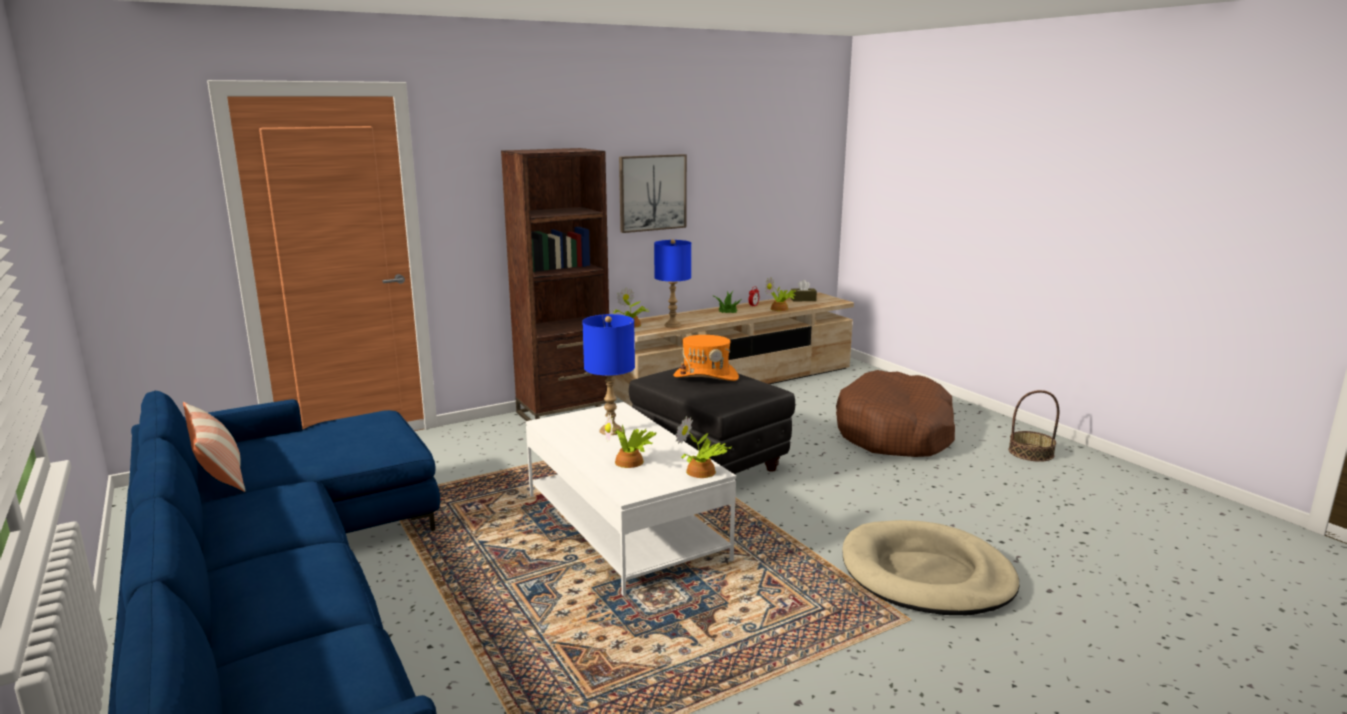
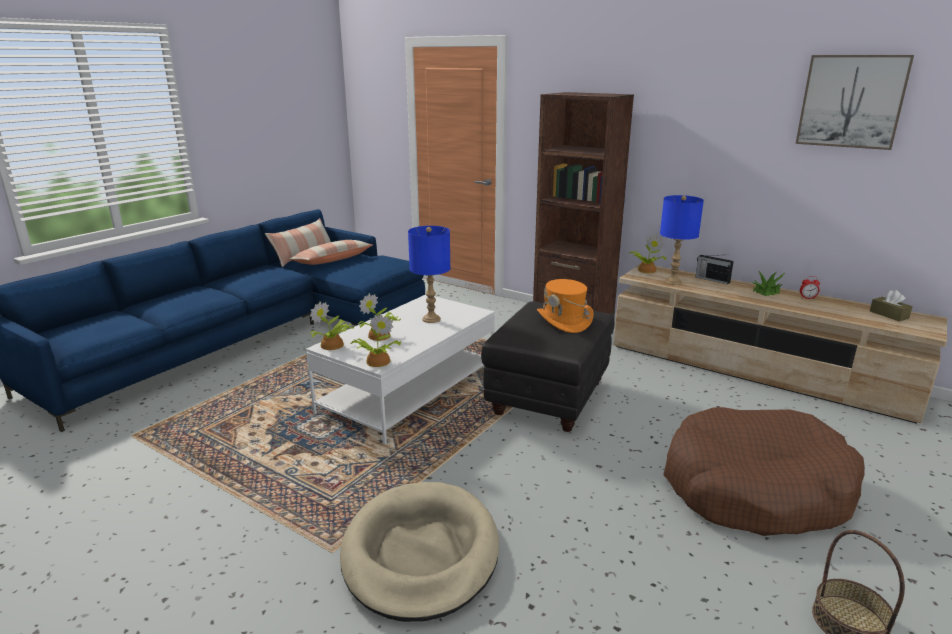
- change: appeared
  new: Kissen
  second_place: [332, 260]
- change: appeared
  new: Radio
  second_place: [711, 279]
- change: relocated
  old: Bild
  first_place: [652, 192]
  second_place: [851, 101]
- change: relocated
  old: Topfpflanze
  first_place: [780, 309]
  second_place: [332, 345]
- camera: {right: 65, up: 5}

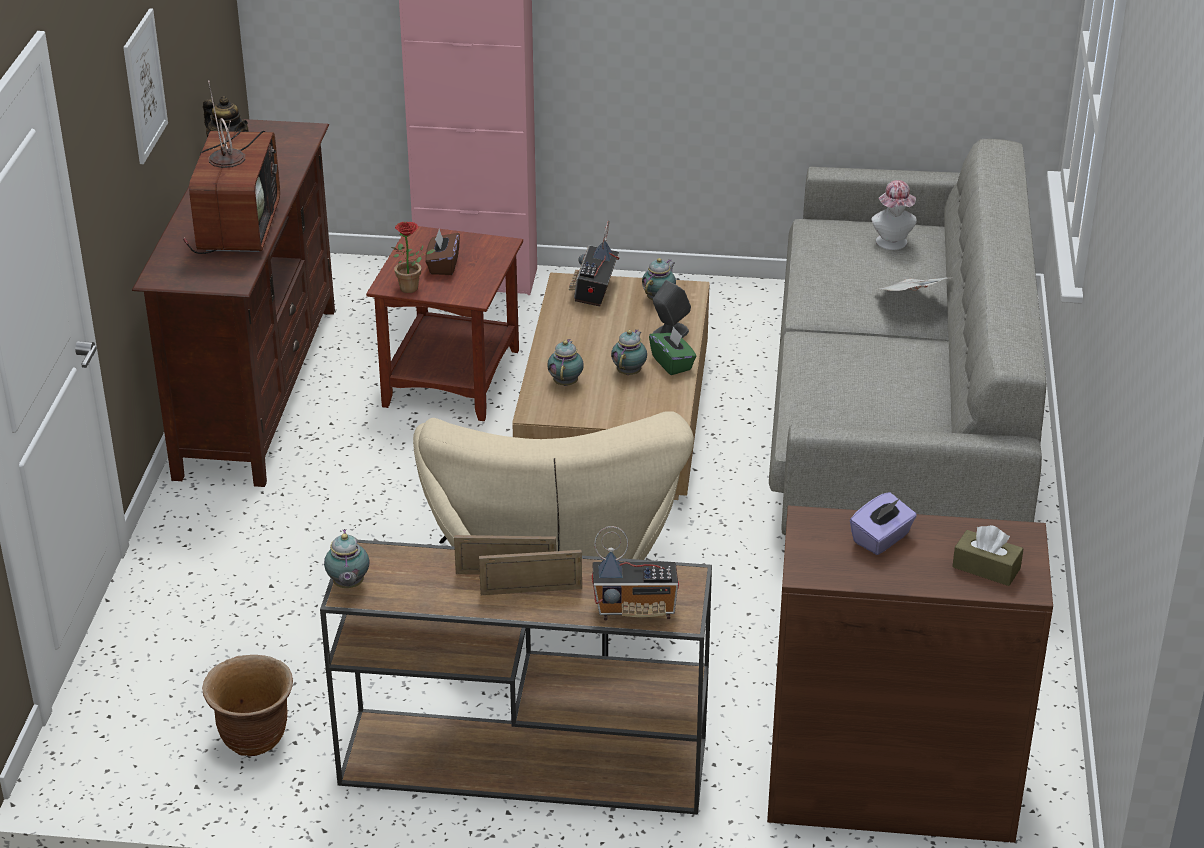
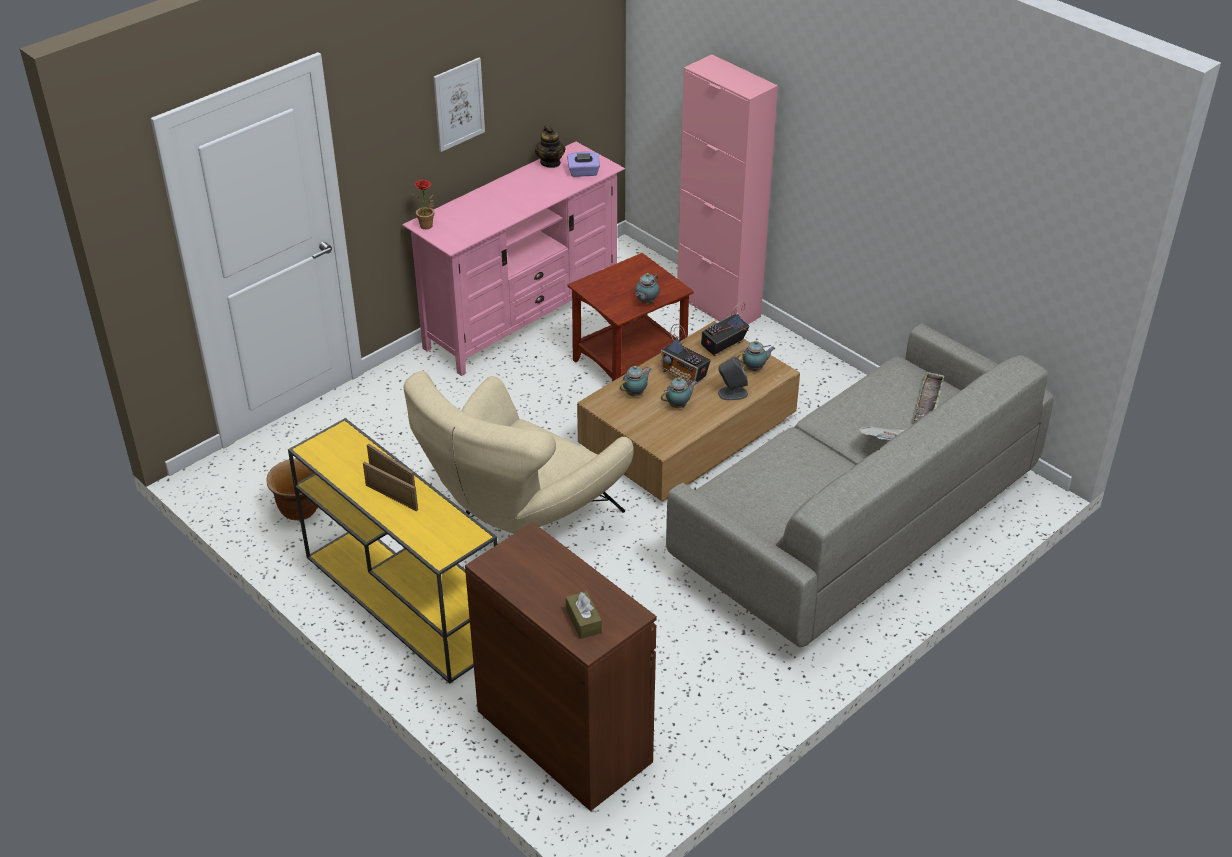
- change: missing
  old: Fernseher
  first_place: [236, 227]
- change: missing
  old: Taschentuchbox (braun)
  first_place: [443, 265]
- change: missing
  old: Taschentuchbox (grün)
  first_place: [672, 363]
- change: relocated
  old: Teekanne
  first_place: [348, 585]
  second_place: [646, 302]
- change: relocated
  old: Topfpflanze
  first_place: [413, 288]
  second_place: [428, 227]
- change: relocated
  old: Radio
  first_place: [636, 609]
  second_place: [684, 375]
- change: relocated
  old: Taschentuchbox (lila)
  first_place: [881, 539]
  second_place: [583, 173]
- change: exchanged
  old: Hut
  new: Tablett
  first_place: [892, 244]
  second_place: [928, 402]
- change: colour
  old: Fernsehschrank (braun)
  new: Fernsehschrank (rosa)
  first_place: [256, 390]
  second_place: [521, 317]
- change: colour
  old: Konsolentisch (braun)
  new: Konsolentisch (gelb)
  first_place: [520, 762]
  second_place: [401, 599]
- camera: {right: 40, up: 5}

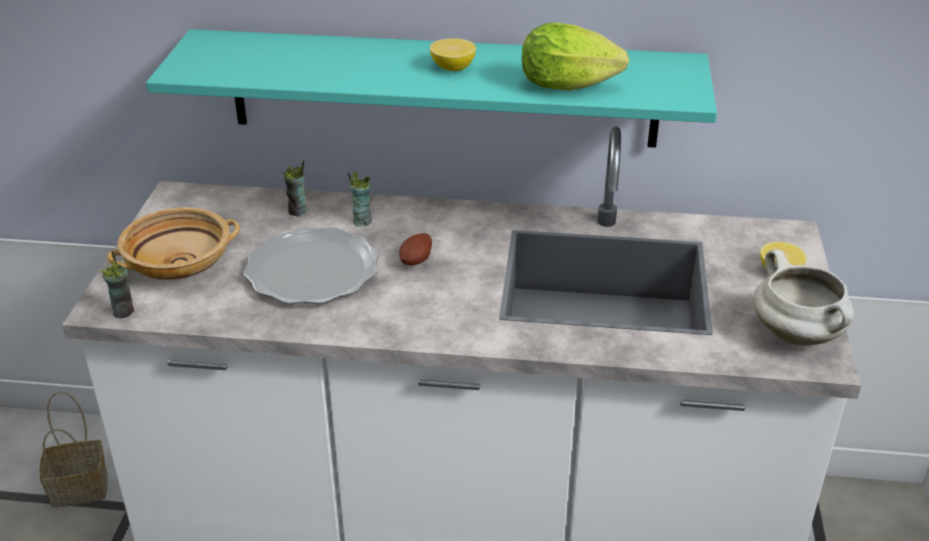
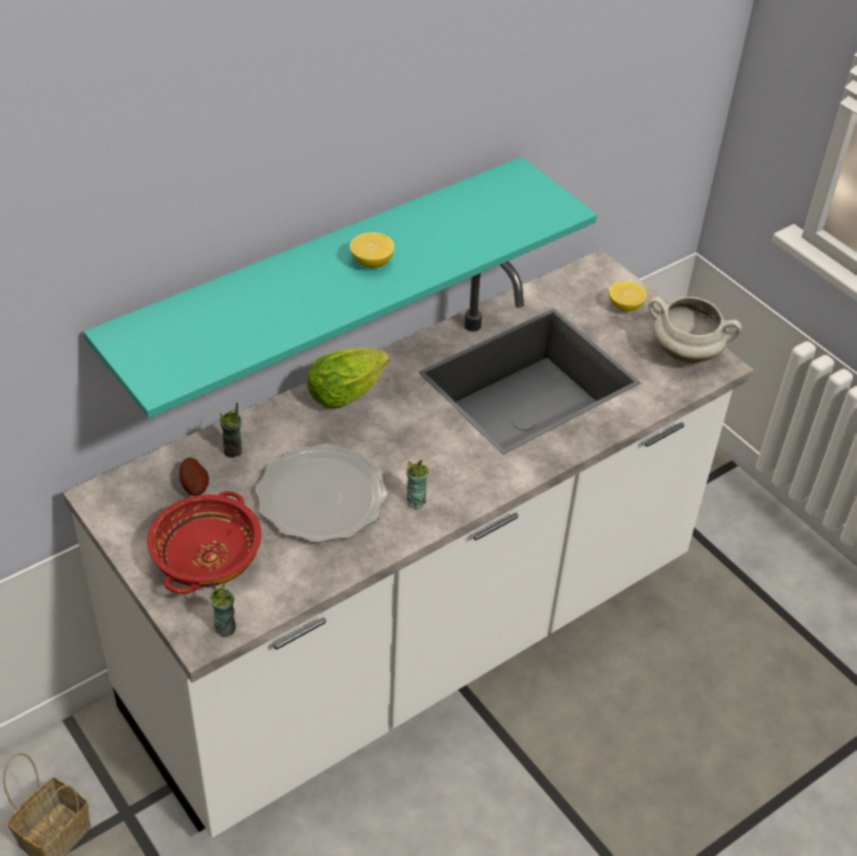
- change: relocated
  old: Tasse
  first_place: [362, 221]
  second_place: [415, 501]
- change: relocated
  old: Kartoffel
  first_place: [417, 261]
  second_place: [195, 486]
- change: relocated
  old: Salatkopf
  first_place: [573, 87]
  second_place: [349, 392]
- change: colour
  old: Schüssel (beige)
  new: Schüssel (rot)
  first_place: [180, 264]
  second_place: [207, 558]
- camera: {right: -45, up: 10}

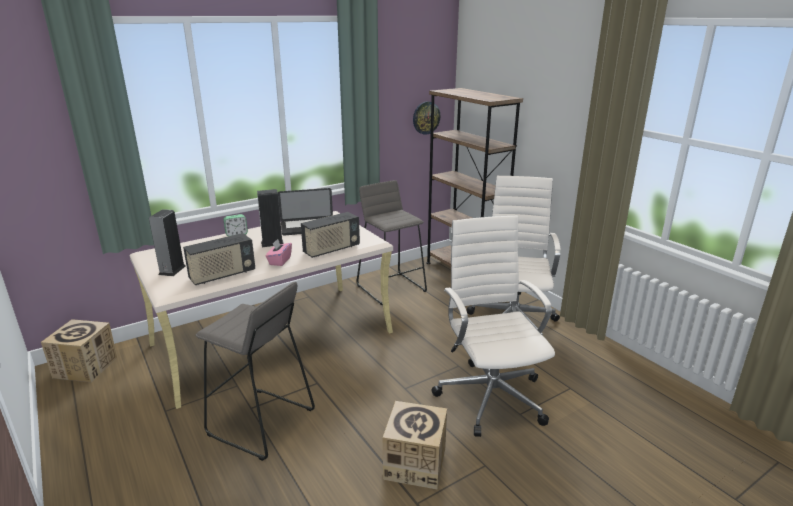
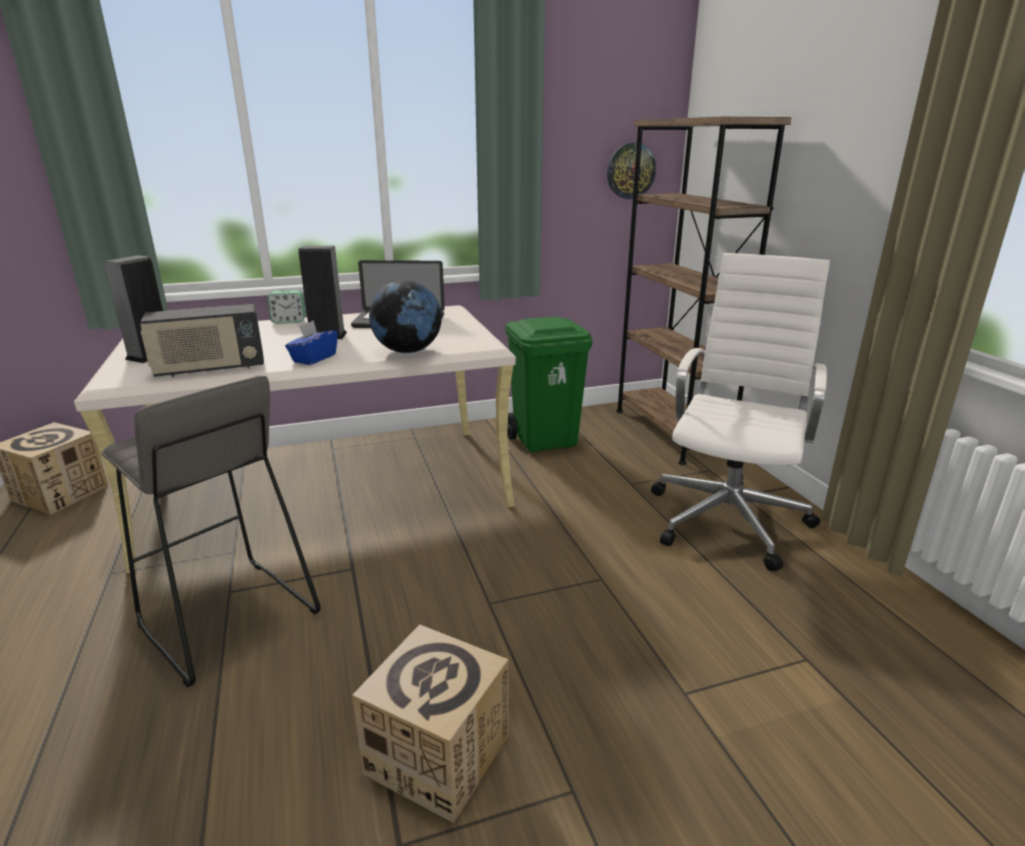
- change: missing
  old: Bürostuhl (weiß)
  first_place: [490, 395]
- change: exchanged
  old: Radio
  new: Globus
  first_place: [331, 249]
  second_place: [407, 351]
- change: exchanged
  old: Hocker (grau)
  new: Mülleimer (grün)
  first_place: [392, 288]
  second_place: [545, 440]
- change: colour
  old: Taschentuchbox (rosa)
  new: Taschentuchbox (blau)
  first_place: [279, 261]
  second_place: [314, 358]
- camera: {right: 15, up: 0}

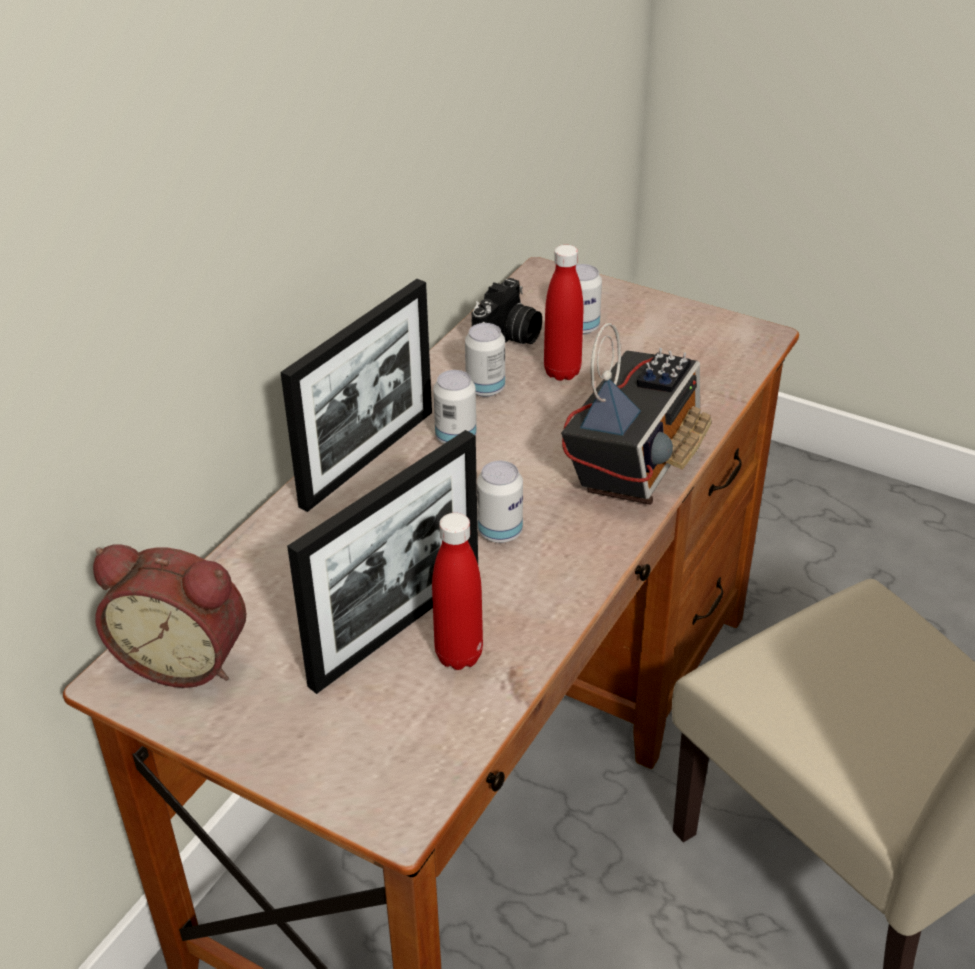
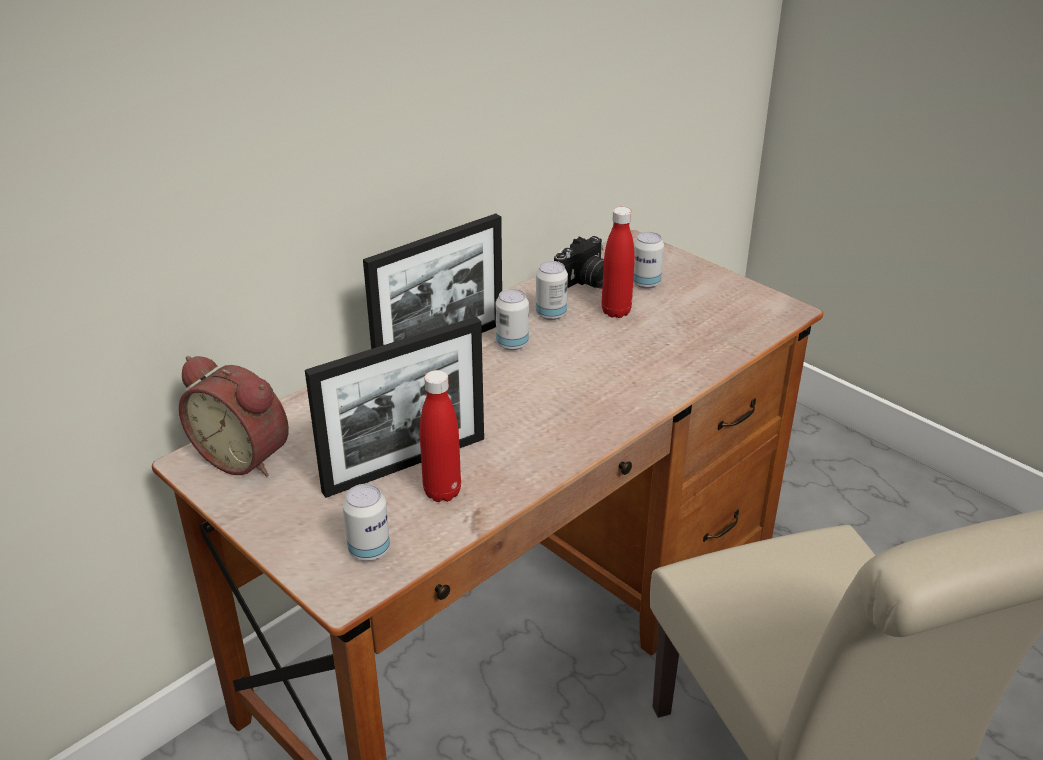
- change: missing
  old: Radio
  first_place: [635, 463]
- change: relocated
  old: Dose
  first_place: [500, 532]
  second_place: [369, 550]
- camera: {right: 15, up: -5}

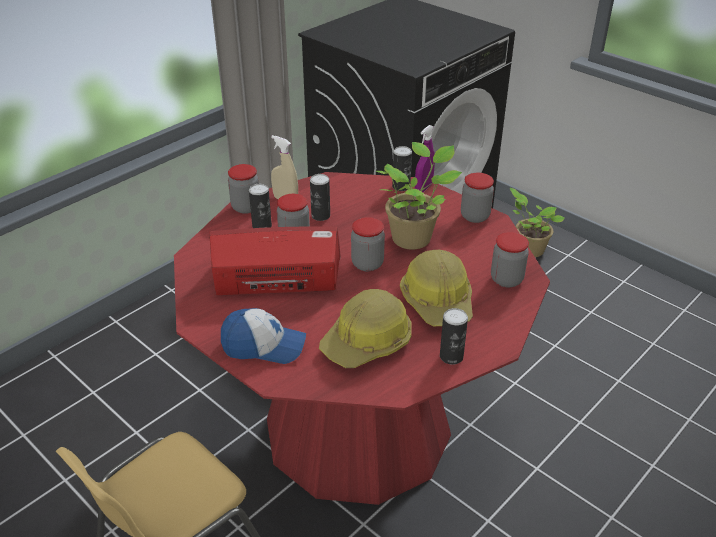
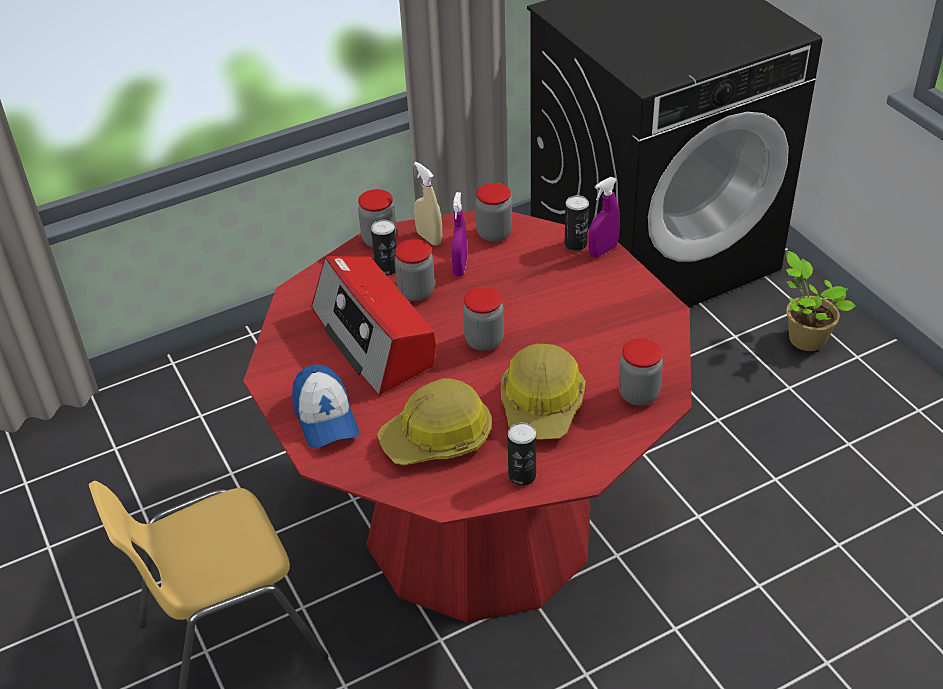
- change: missing
  old: Topfpflanze
  first_place: [413, 237]
- change: relocated
  old: Vorratsglas
  first_place: [475, 216]
  second_place: [494, 234]
- change: exchanged
  old: Dose
  new: Sprühflasche (lila)
  first_place: [320, 216]
  second_place: [460, 267]
- change: spun
  old: Radio
  first_place: [276, 278]
  second_place: [374, 338]
  degrees: -135
- change: spun
  old: Kappe
  first_place: [264, 346]
  second_place: [325, 418]
  degrees: 45
- camera: {right: 20, up: 5}

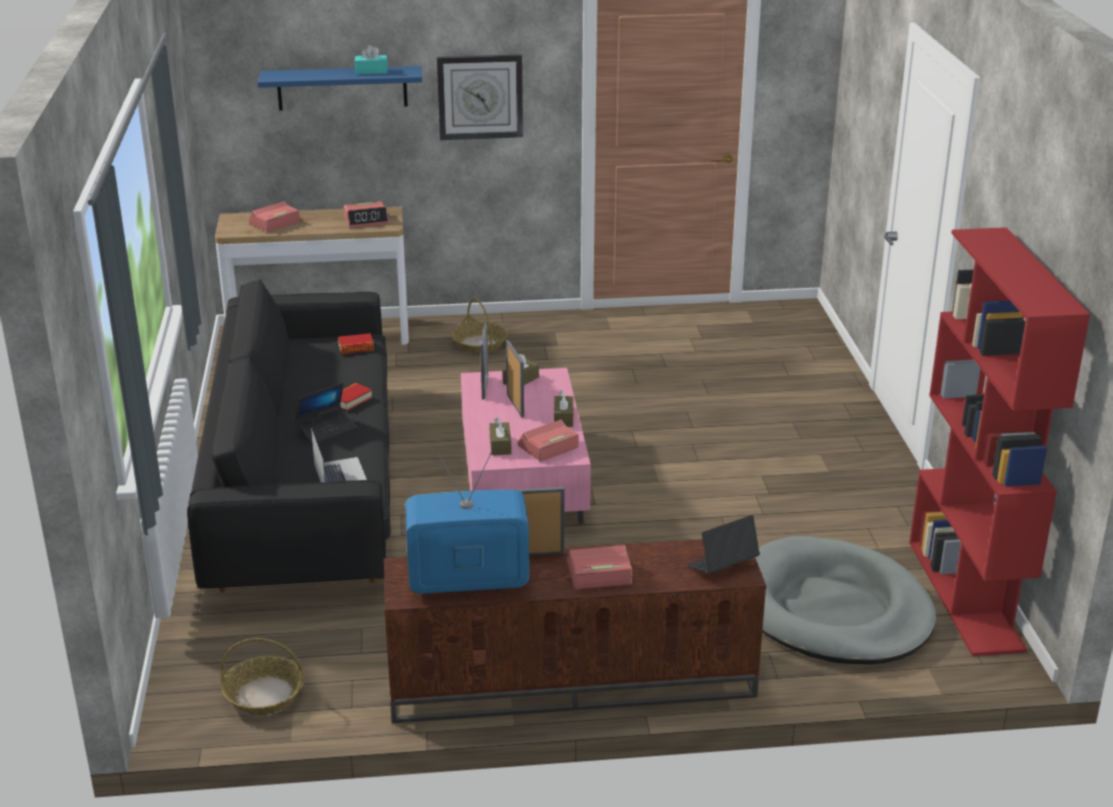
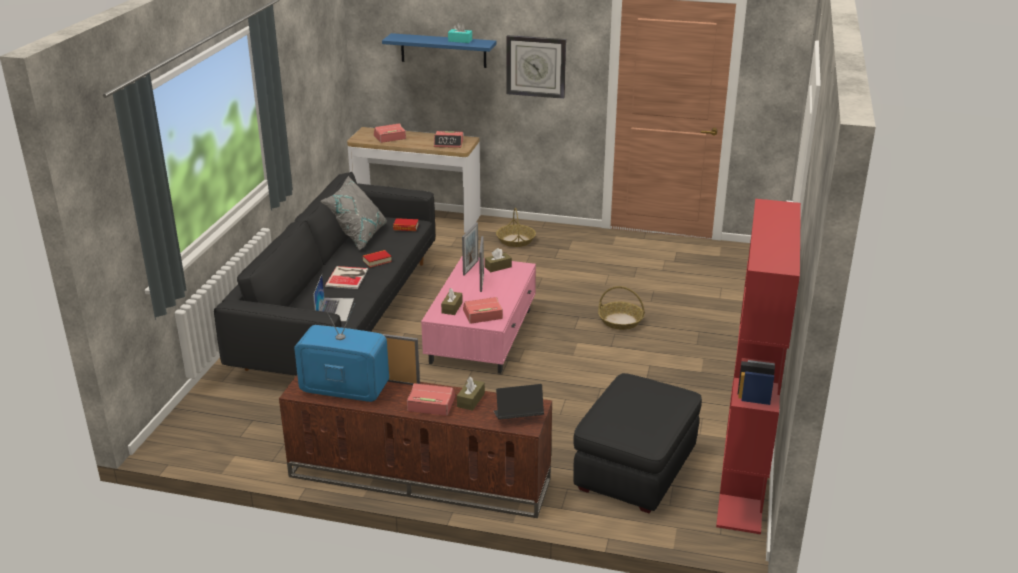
- change: appeared
  new: Kissen (grau)
  second_place: [357, 236]
- change: relocated
  old: Korb
  first_place: [265, 694]
  second_place: [621, 321]
- change: relocated
  old: Taschentuchbox (braun)
  first_place: [563, 418]
  second_place: [471, 400]
- change: exchanged
  old: Laptop
  new: Buch
  first_place: [326, 430]
  second_place: [348, 277]
- change: exchanged
  old: Hundebett (grau)
  new: Polsterhocker (schwarz)
  first_place: [833, 609]
  second_place: [635, 470]
- camera: {right: 20, up: 0}

